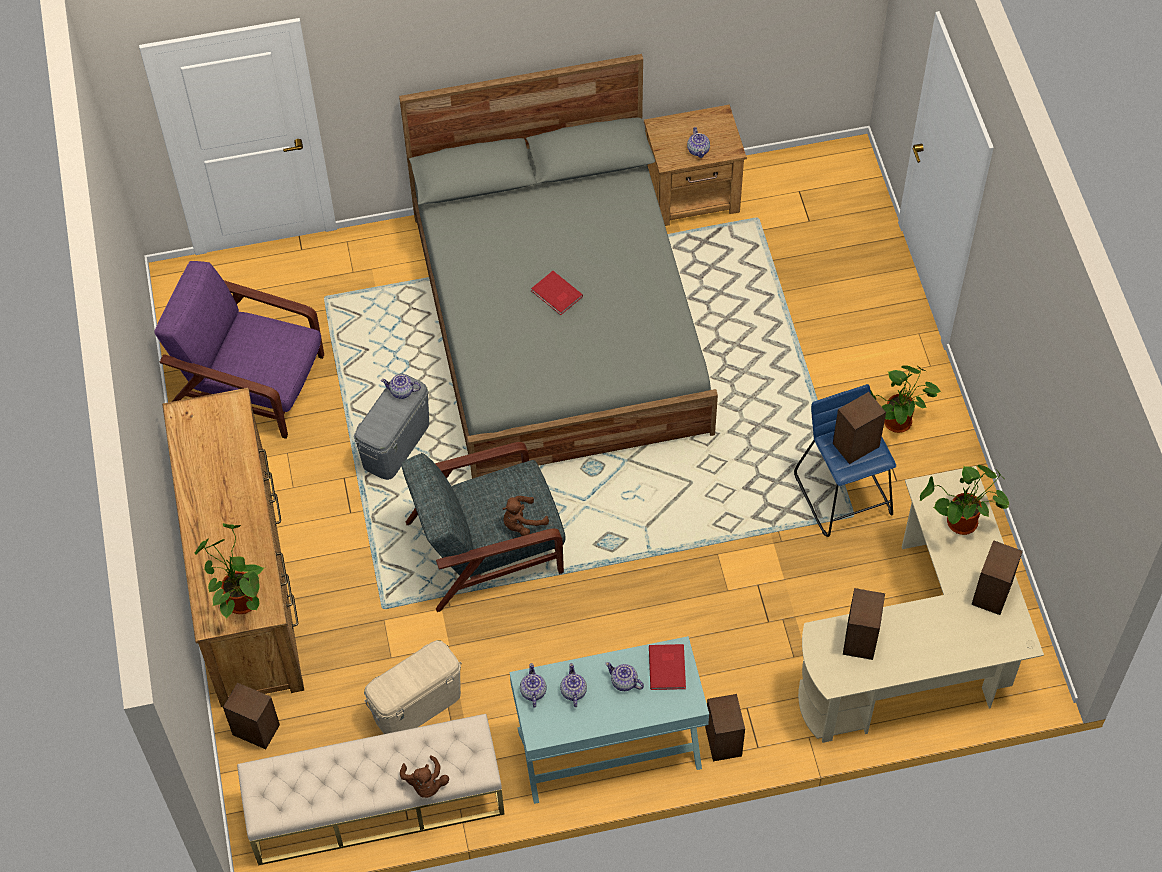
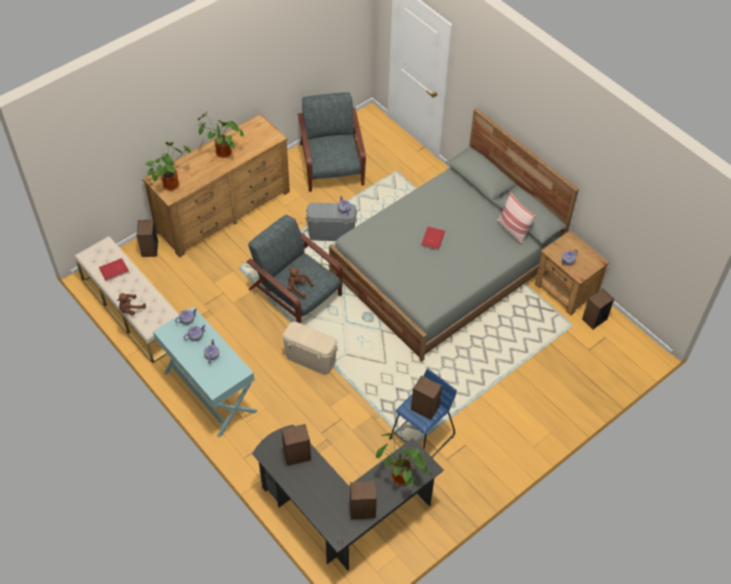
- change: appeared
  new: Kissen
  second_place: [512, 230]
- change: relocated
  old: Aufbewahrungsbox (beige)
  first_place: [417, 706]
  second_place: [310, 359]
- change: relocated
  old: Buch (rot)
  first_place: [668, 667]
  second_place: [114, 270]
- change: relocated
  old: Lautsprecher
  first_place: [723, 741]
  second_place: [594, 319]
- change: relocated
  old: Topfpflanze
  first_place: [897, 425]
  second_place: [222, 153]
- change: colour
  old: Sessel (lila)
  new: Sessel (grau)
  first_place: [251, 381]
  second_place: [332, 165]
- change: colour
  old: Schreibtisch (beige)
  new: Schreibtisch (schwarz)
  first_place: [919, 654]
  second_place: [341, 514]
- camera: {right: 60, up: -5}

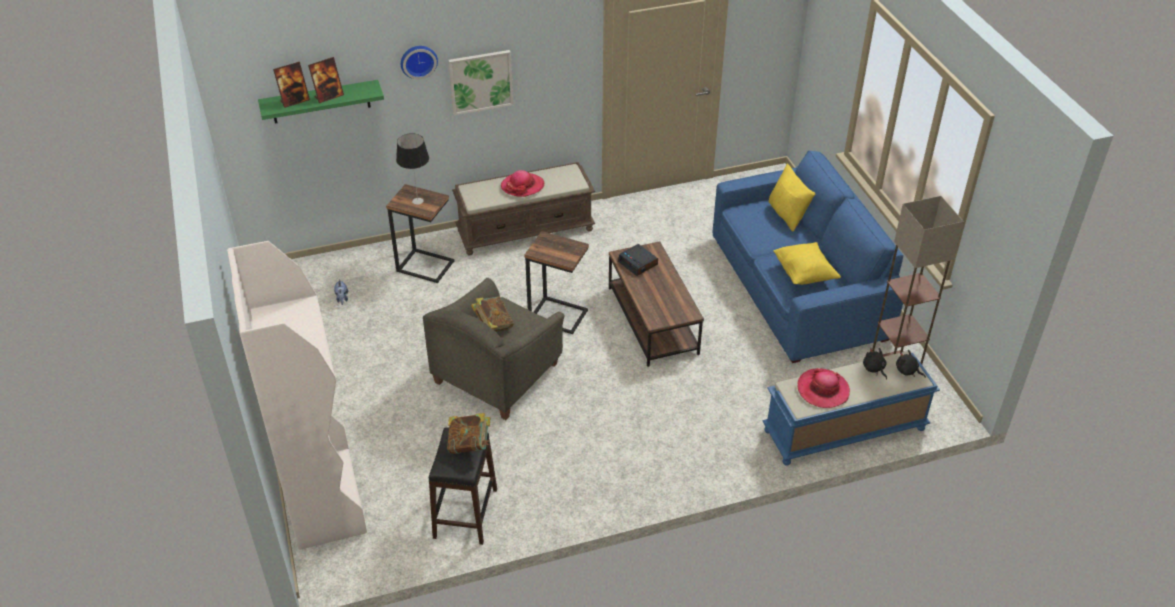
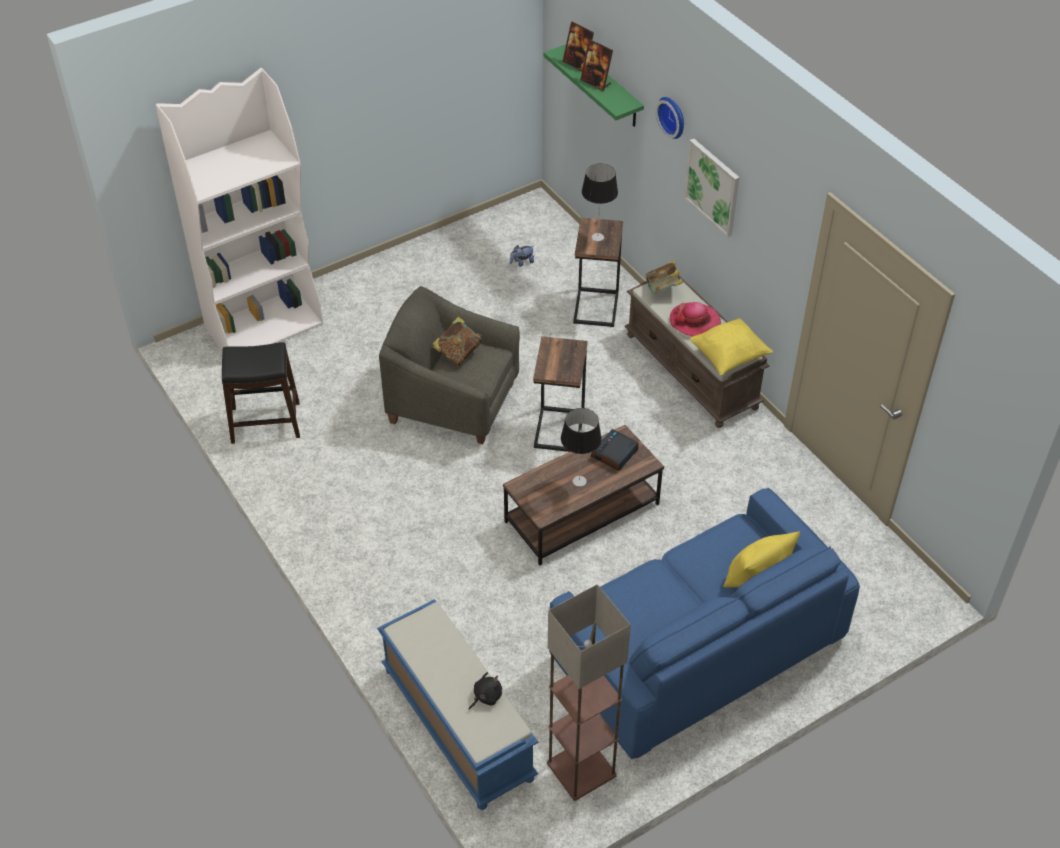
- change: missing
  old: Hut
  first_place: [823, 390]
- change: missing
  old: Plüschtier (schwarz)
  first_place: [907, 371]
- change: appeared
  new: Tischlampe
  second_place: [580, 481]
- change: relocated
  old: Buch
  first_place: [470, 445]
  second_place: [663, 290]
- change: relocated
  old: Kissen (gelb)
  first_place: [804, 274]
  second_place: [728, 357]
- camera: {right: 75, up: 5}

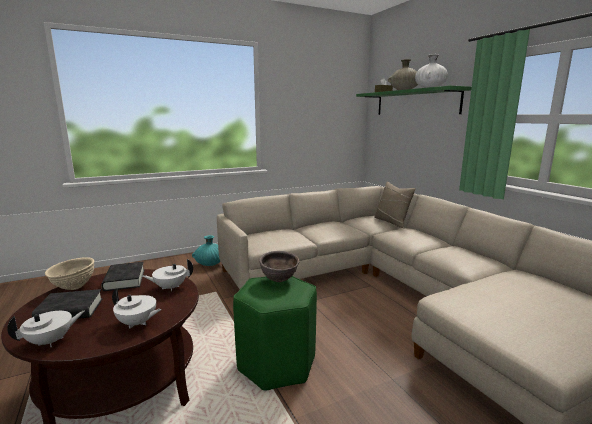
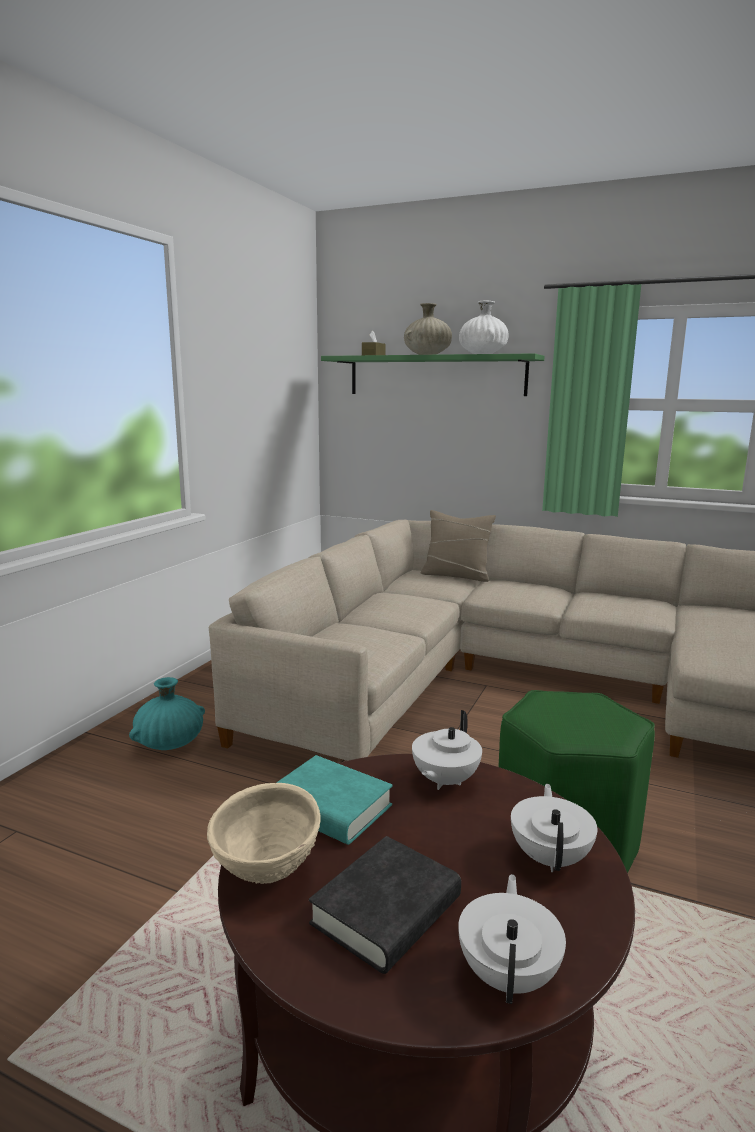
- change: missing
  old: Schüssel (braun)
  first_place: [279, 280]
- change: colour
  old: Buch (schwarz)
  new: Buch (türkis)
  first_place: [124, 280]
  second_place: [330, 808]
- change: spun
  old: Teekanne (weiß)
  first_place: [137, 323]
  second_place: [551, 857]
  degrees: -60
- camera: {right: -40, up: 0}

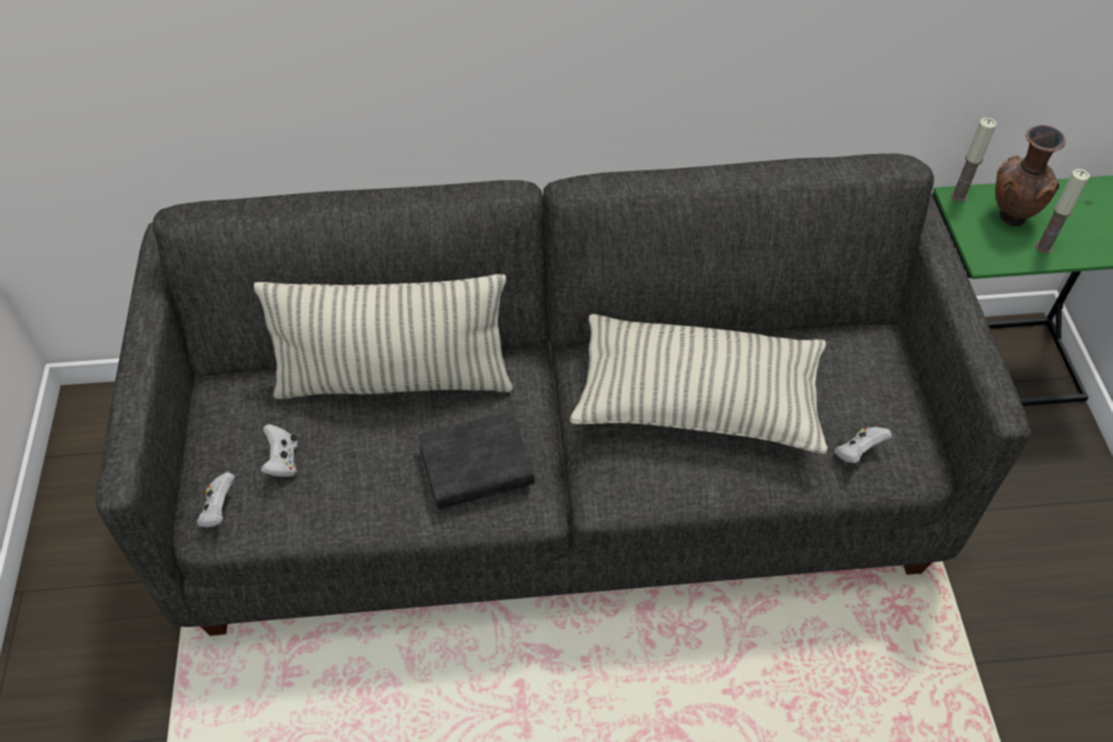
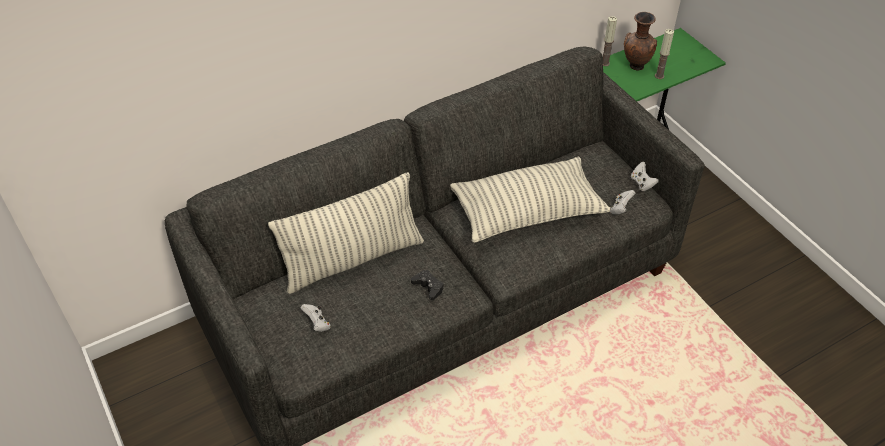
- change: relocated
  old: Gamepad (weiß)
  first_place: [219, 510]
  second_place: [642, 183]
- change: exchanged
  old: Buch (schwarz)
  new: Gamepad (schwarz)
  first_place: [476, 466]
  second_place: [428, 287]
- camera: {right: -25, up: -5}

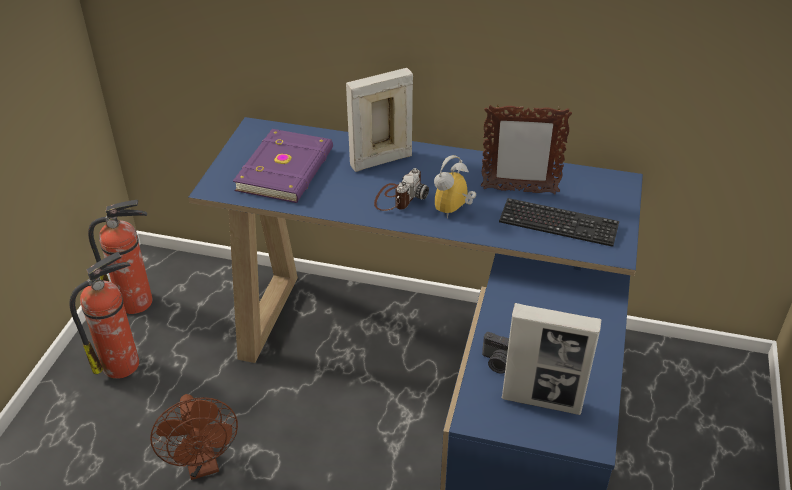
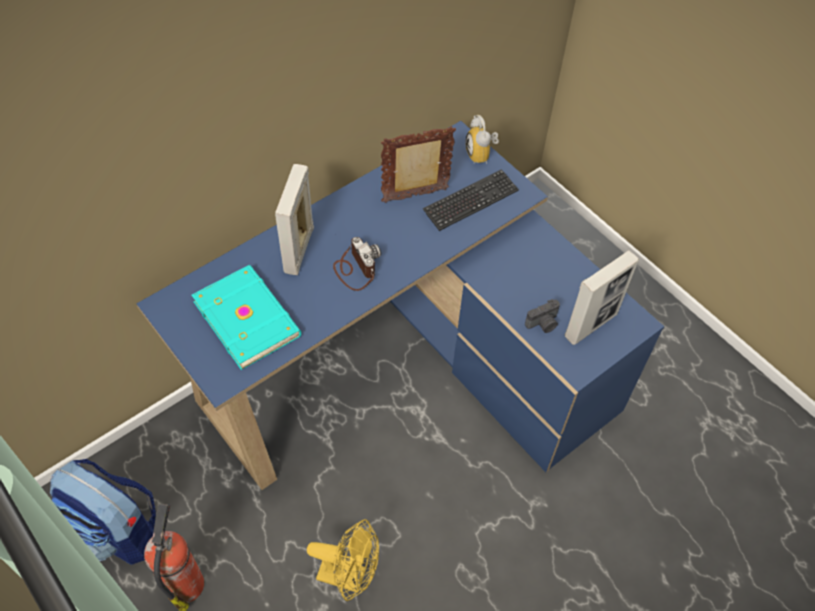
- change: relocated
  old: Wecker
  first_place: [454, 211]
  second_place: [482, 155]
- change: exchanged
  old: Feuerlöscher
  new: Rucksack
  first_place: [137, 302]
  second_place: [117, 531]
- change: colour
  old: Ventilator (braun)
  new: Ventilator (gelb)
  first_place: [203, 464]
  second_place: [349, 576]
- change: colour
  old: Buch (lila)
  new: Buch (türkis)
  first_place: [287, 169]
  second_place: [248, 317]
- change: spun
  old: Bilderrahmen
  first_place: [518, 191]
  second_place: [415, 196]
  degrees: -150
- camera: {right: -55, up: 15}

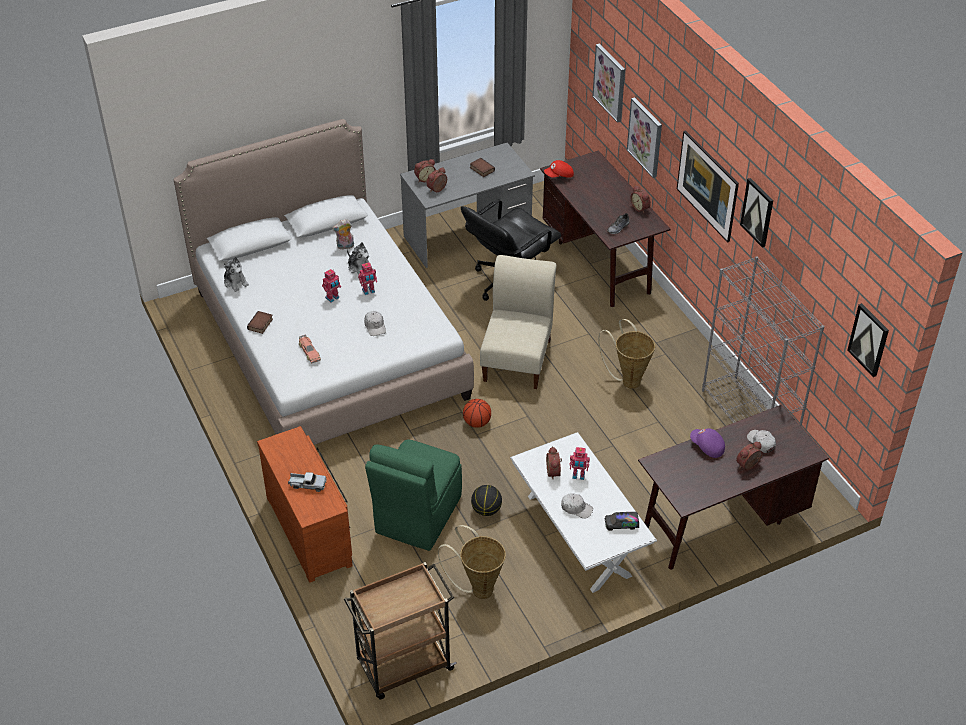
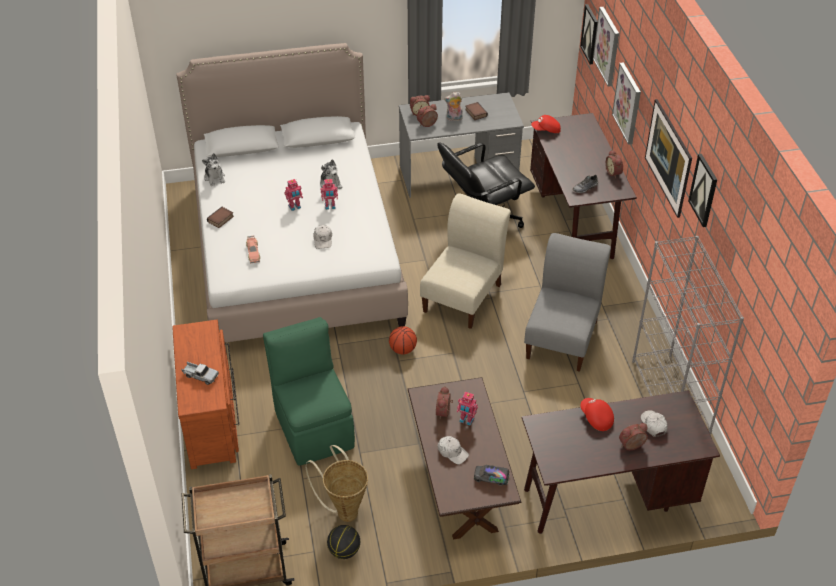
- change: relocated
  old: Plüschtier
  first_place: [345, 246]
  second_place: [454, 118]
- change: relocated
  old: Basketball
  first_place: [486, 510]
  second_place: [344, 551]
- change: relocated
  old: Bild
  first_place: [869, 339]
  second_place: [590, 34]
- change: exchanged
  old: Korb
  new: Stuhl (grau)
  first_place: [628, 379]
  second_place: [562, 337]
- change: colour
  old: Couchtisch (weiß)
  new: Couchtisch (braun)
  first_place: [579, 535]
  second_place: [460, 479]
- change: colour
  old: Kappe (lila)
  new: Kappe (rot)
  first_place: [707, 447]
  second_place: [596, 418]
- change: spun
  old: Stuhl (grün)
  first_place: [417, 516]
  second_place: [313, 427]
  degrees: 120
- camera: {right: 15, up: 0}

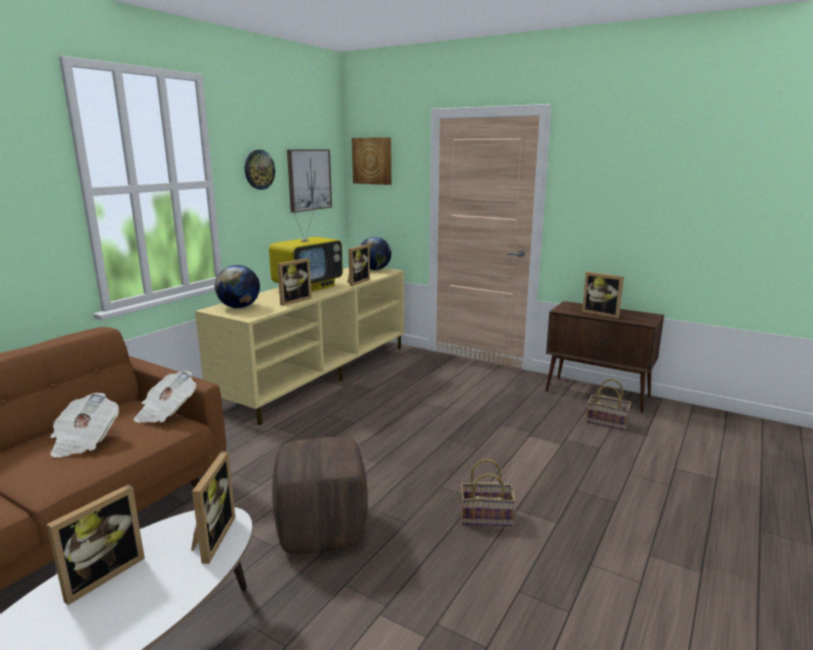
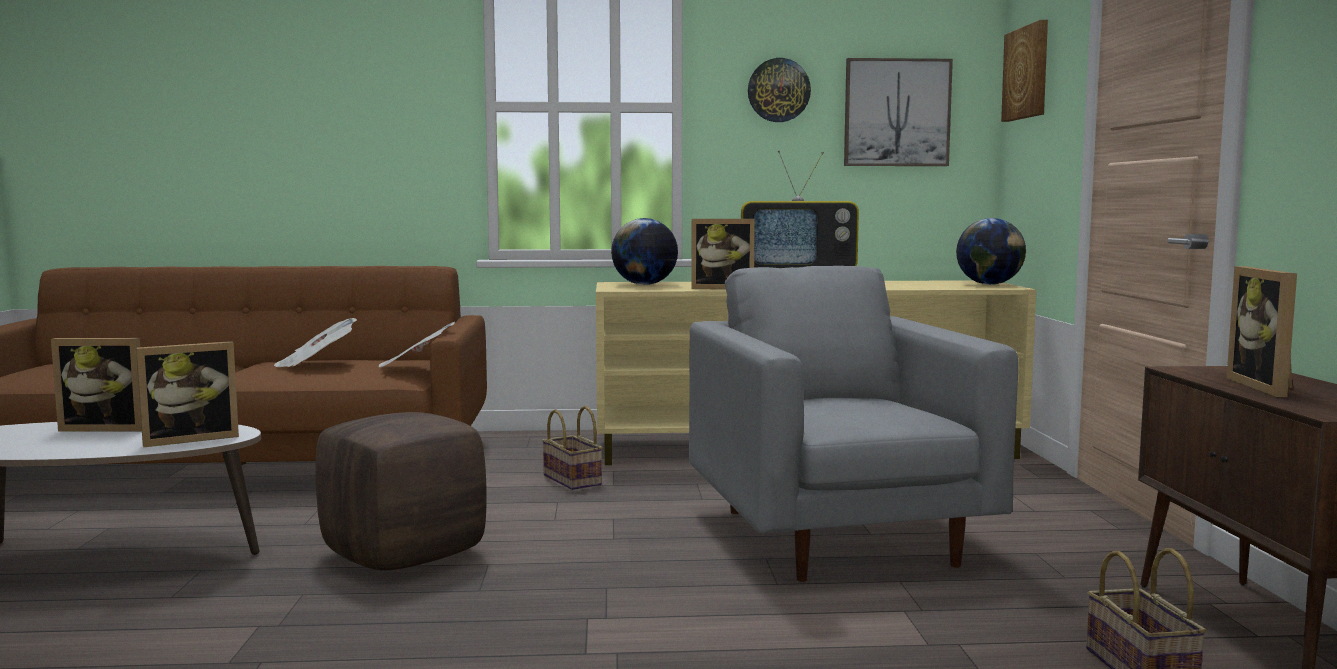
- change: missing
  old: Bilderrahmen
  first_place: [356, 282]
- change: appeared
  new: Sessel (grau)
  second_place: [837, 536]
- change: relocated
  old: Korb
  first_place: [487, 516]
  second_place: [574, 480]
- camera: {right: 55, up: -10}

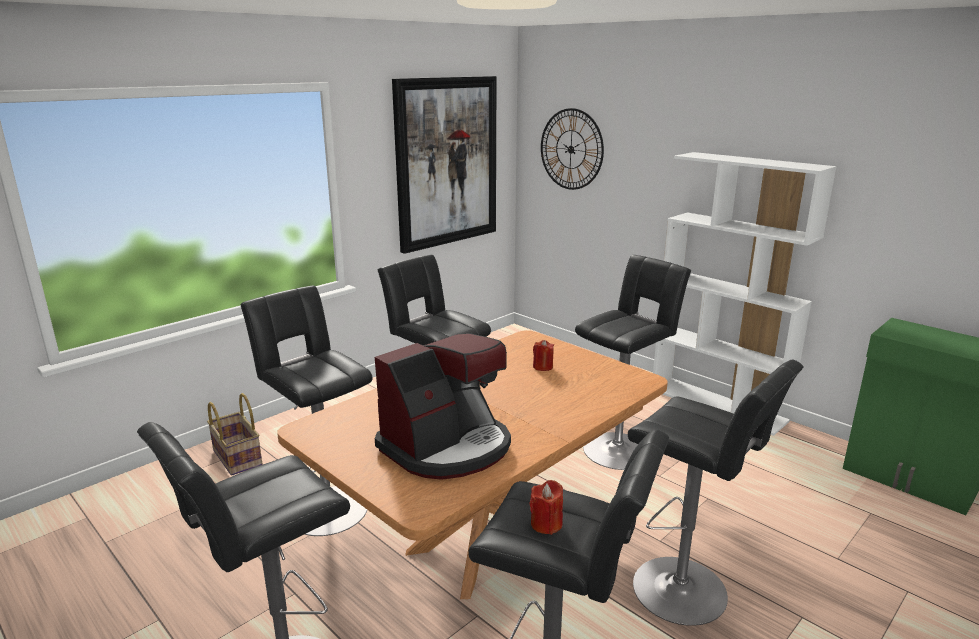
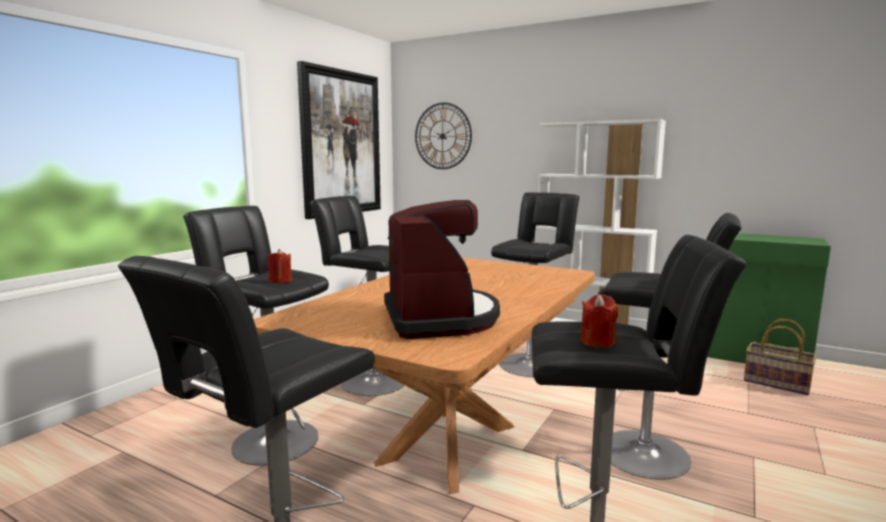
- change: relocated
  old: Korb
  first_place: [236, 458]
  second_place: [776, 383]
- change: relocated
  old: Kerze (rot)
  first_place: [542, 367]
  second_place: [280, 281]
- change: spun
  old: Kaffeemaschine
  first_place: [447, 447]
  second_place: [440, 318]
  degrees: -45
- camera: {right: -15, up: -10}

